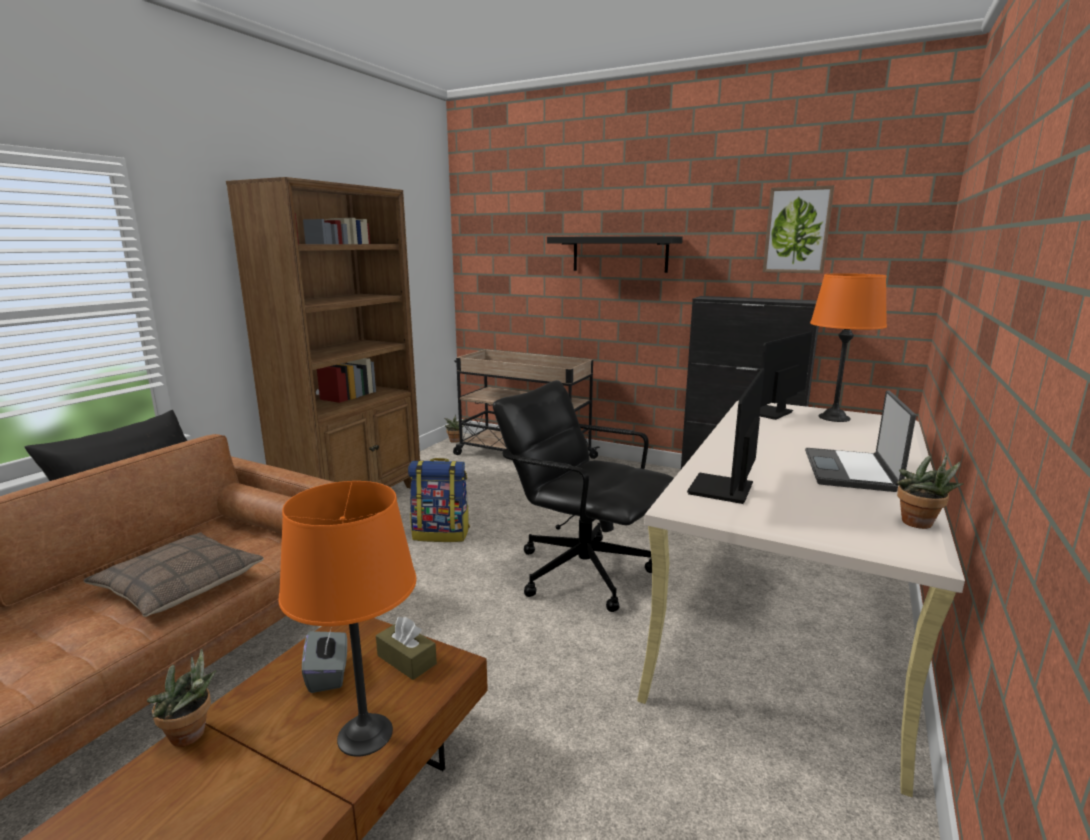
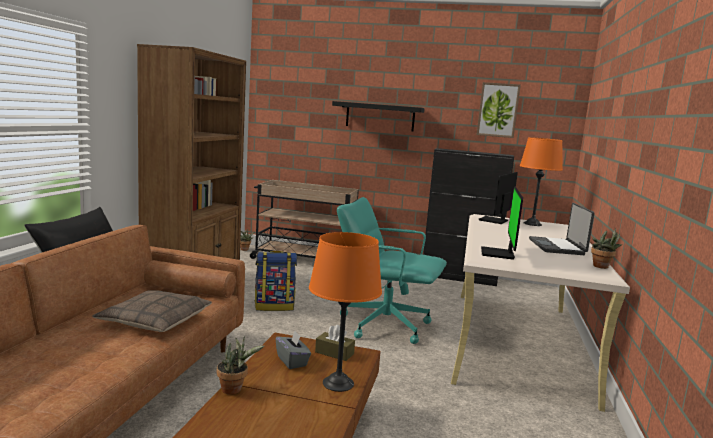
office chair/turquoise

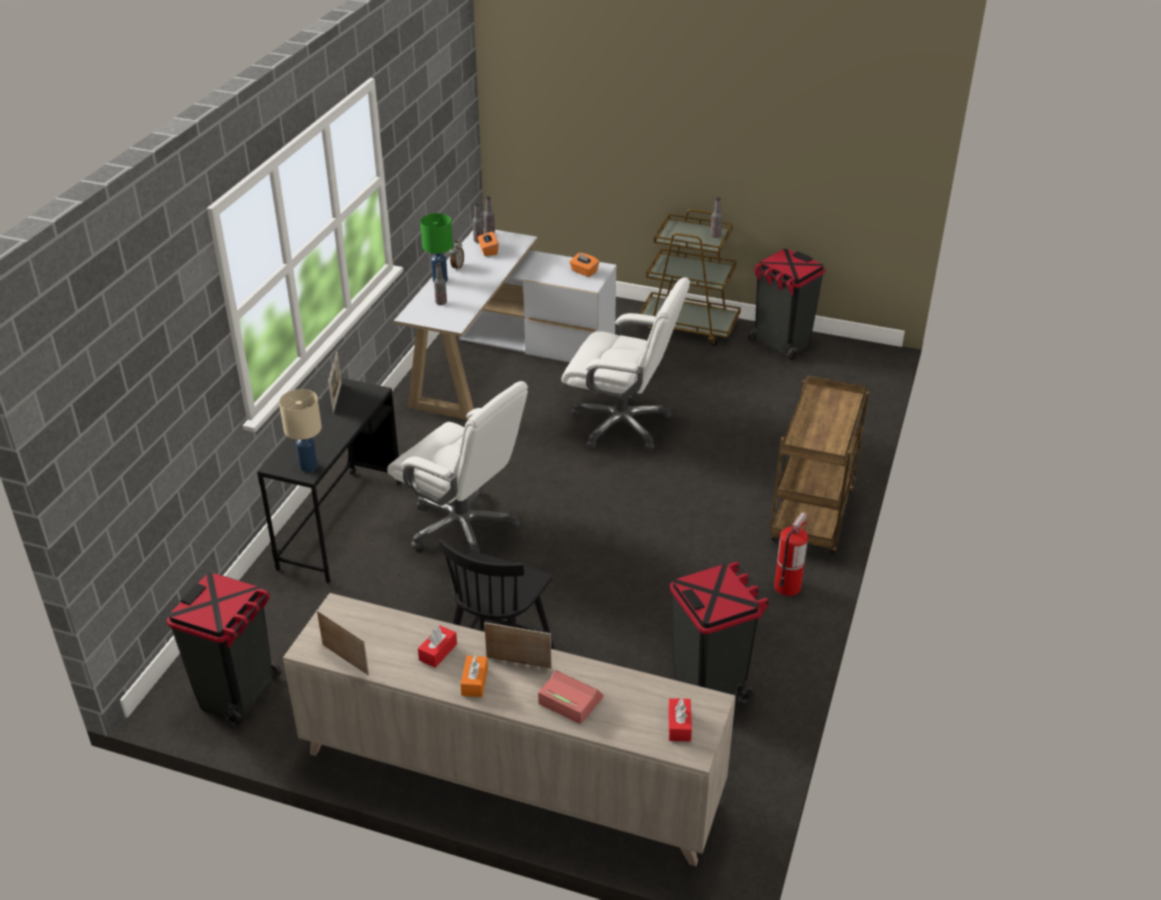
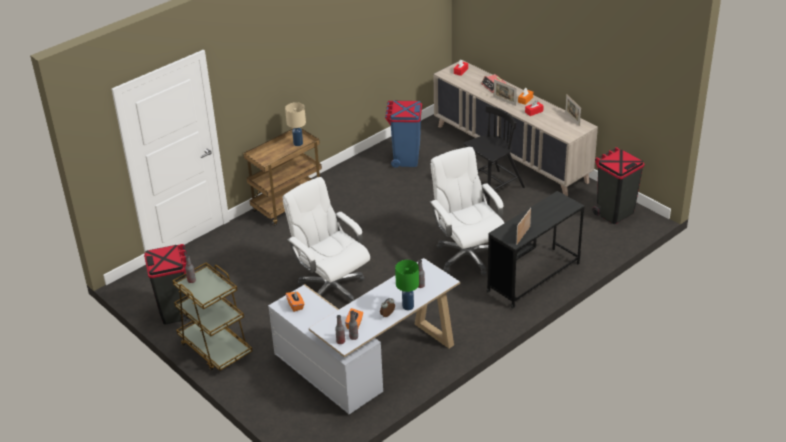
fire extinguisher
table lamp/beige
trash can/blue

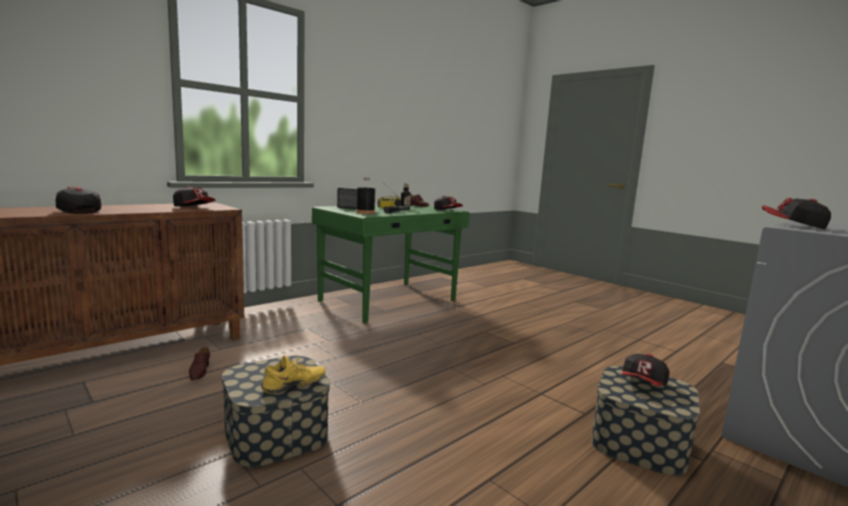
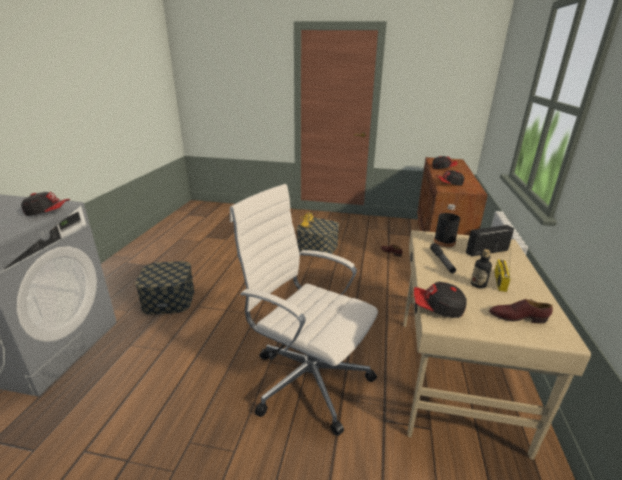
cap (no. 4 from left in the first image)
office chair/white
desk/beige

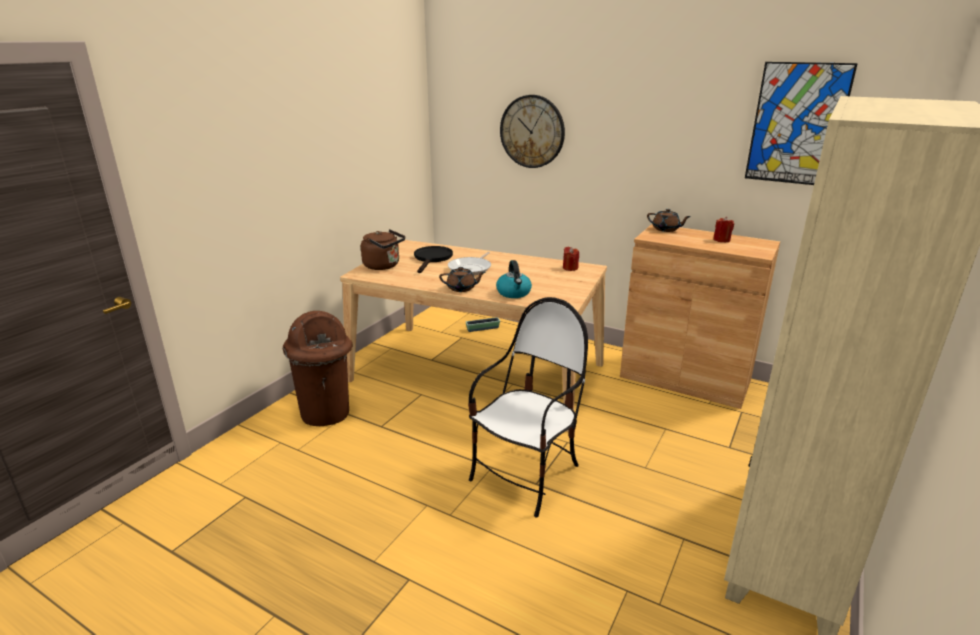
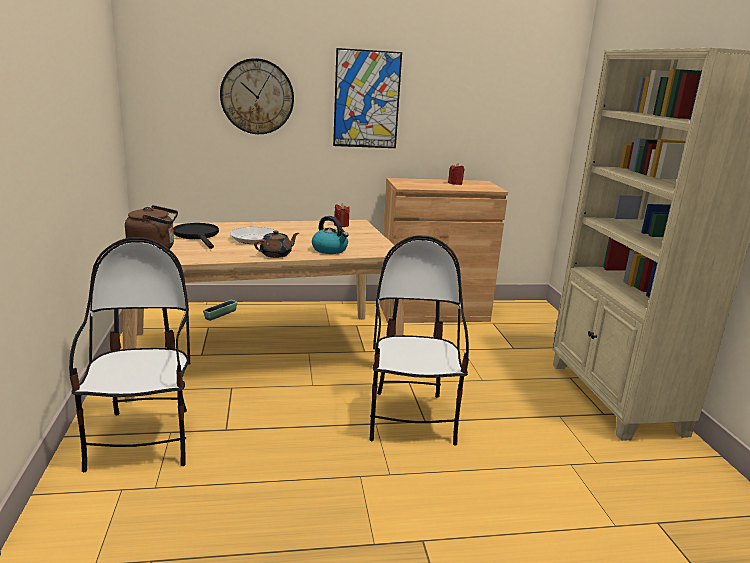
teapot/brown (no. 2 from left in the first image)
picture
chair (no. 1 from left)

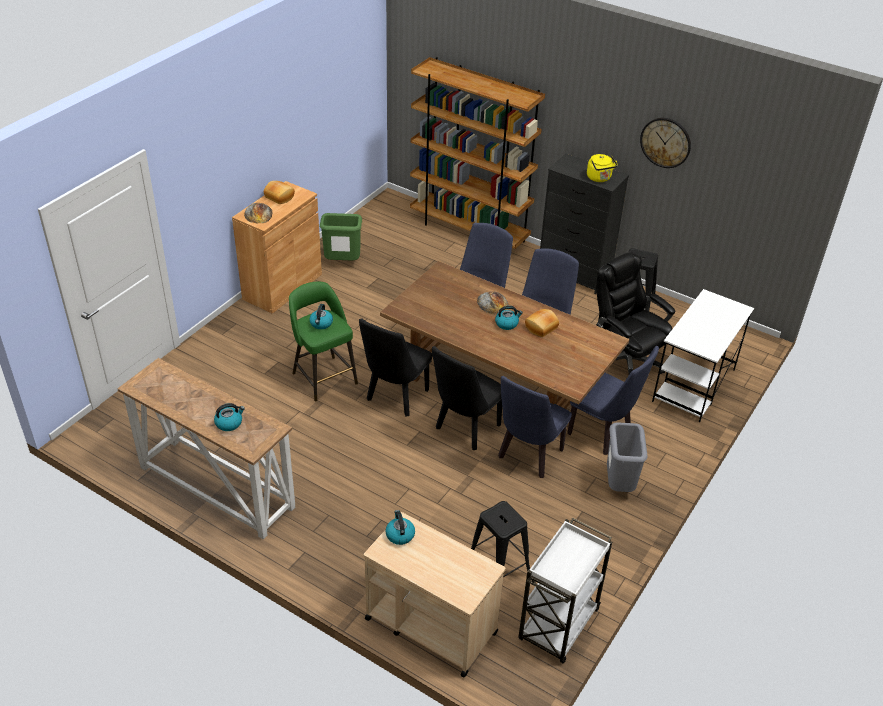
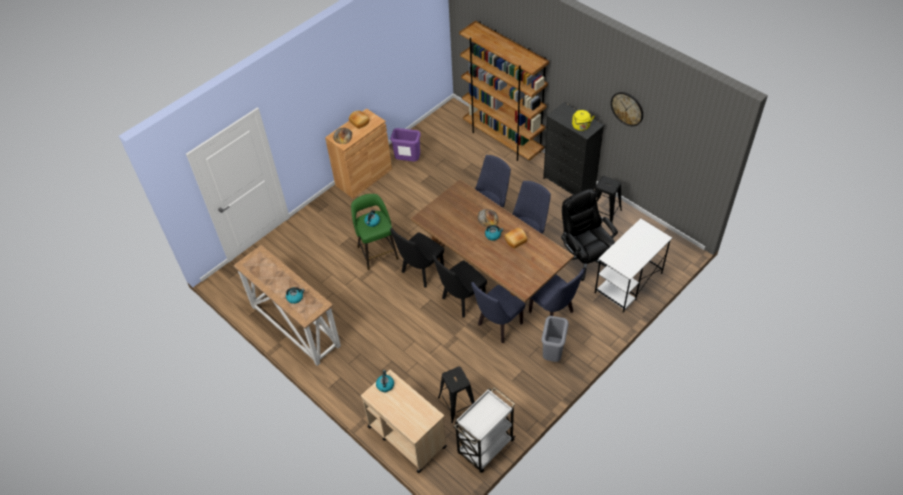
trash can/purple

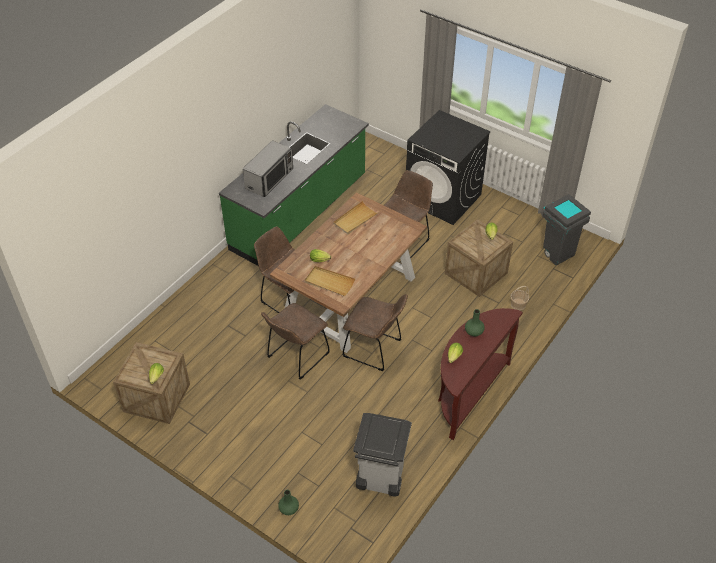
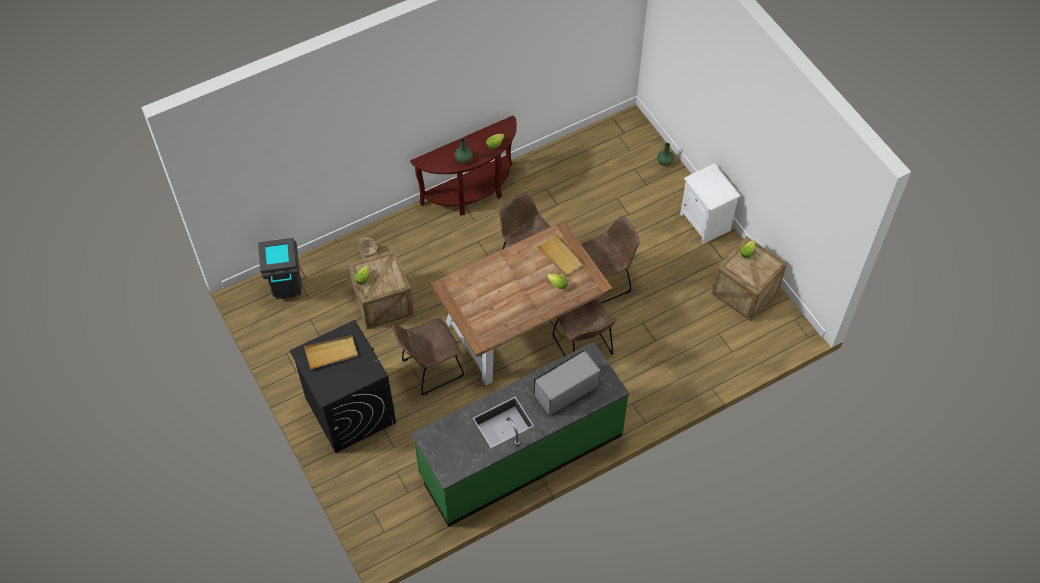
trash can/grey (no. 1 from left in the first image)
nightstand/white
tray/beige (no. 1 from left)

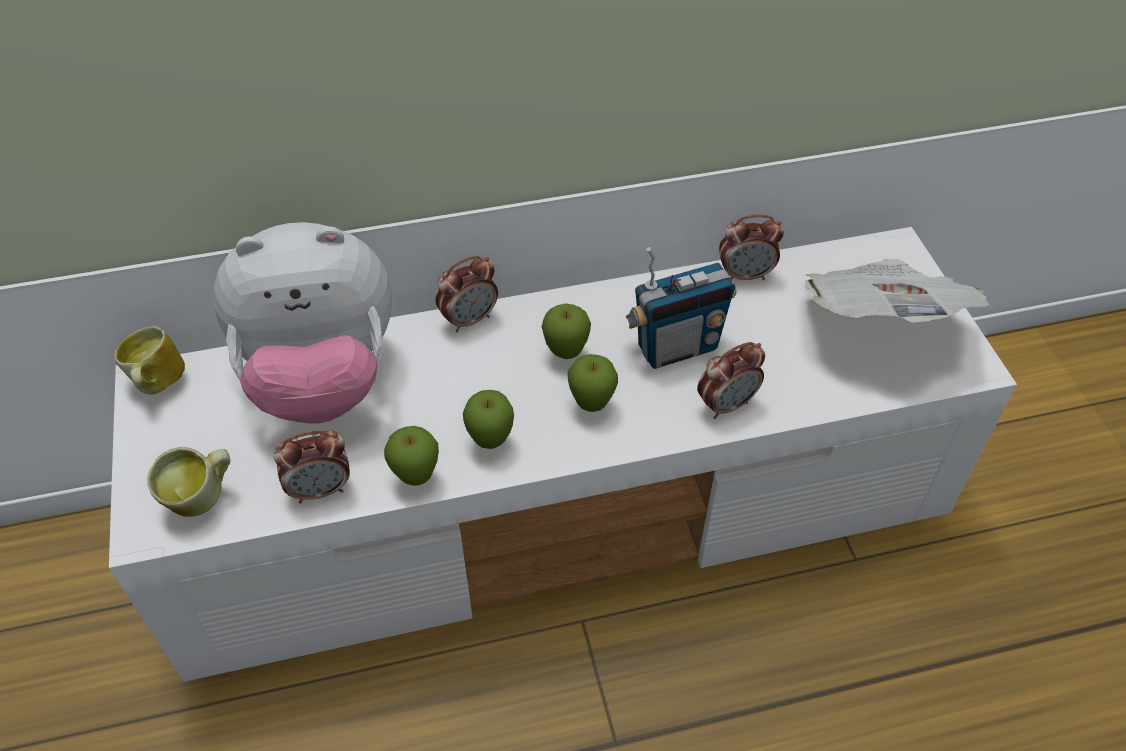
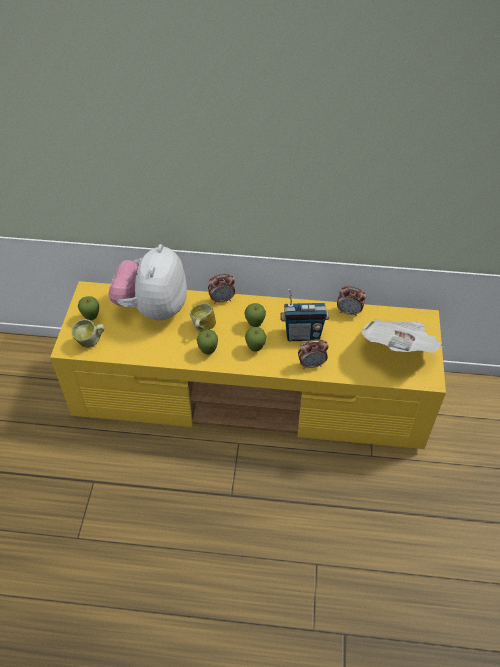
alarm clock (no. 1 from left in the first image)
mug (no. 2 from left)
apple (no. 1 from left)
tv stand/yellow
plush toy

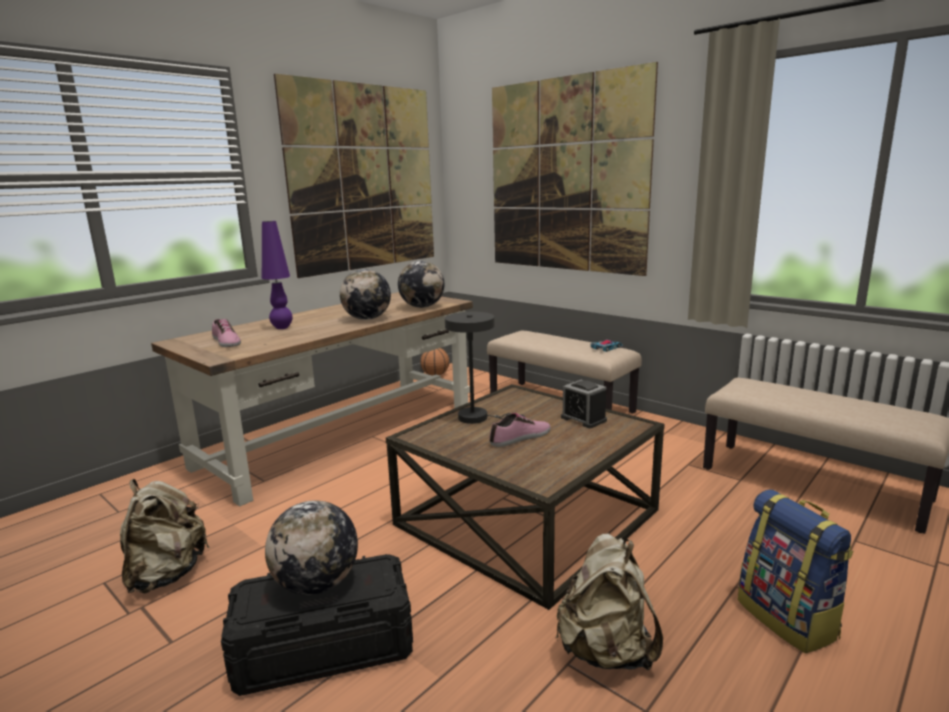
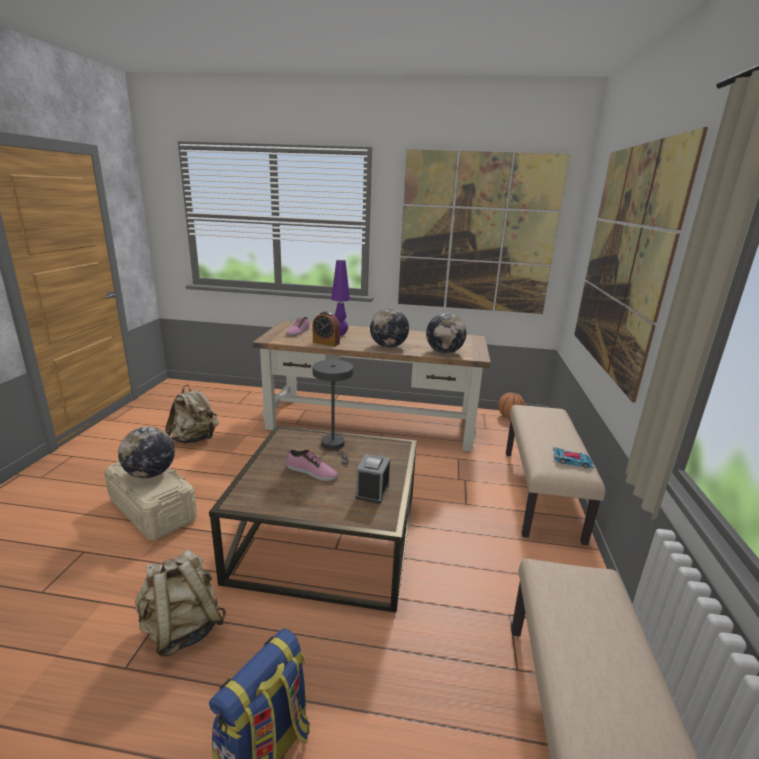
alarm clock (no. 1 from left)
storage box/beige

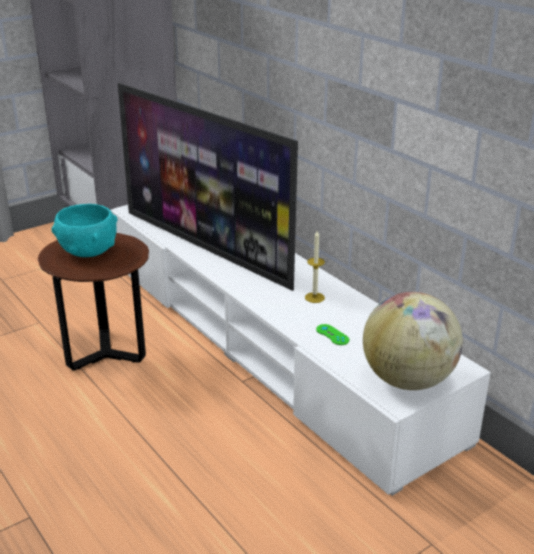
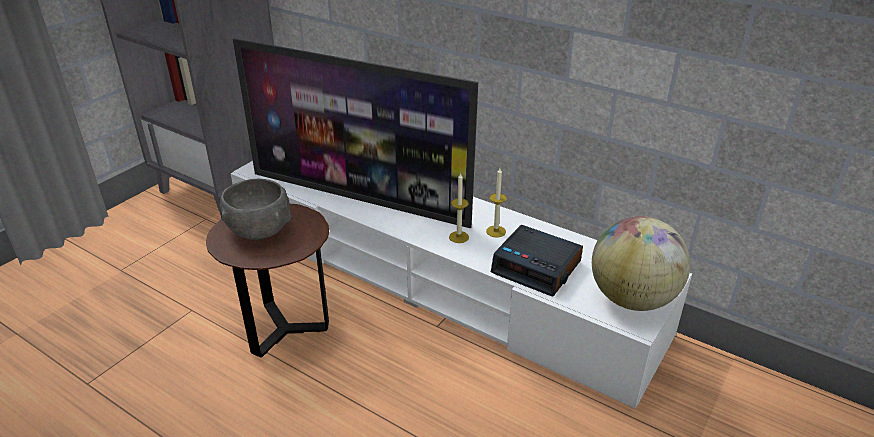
candle (no. 1 from left)
alarm clock
bowl/grey

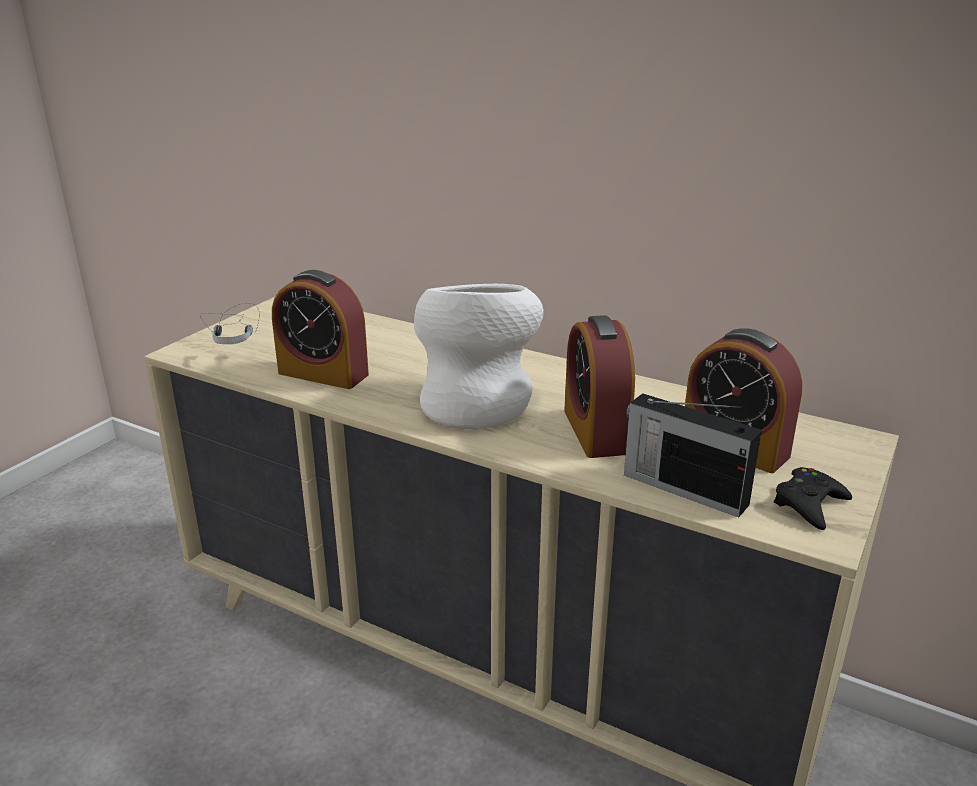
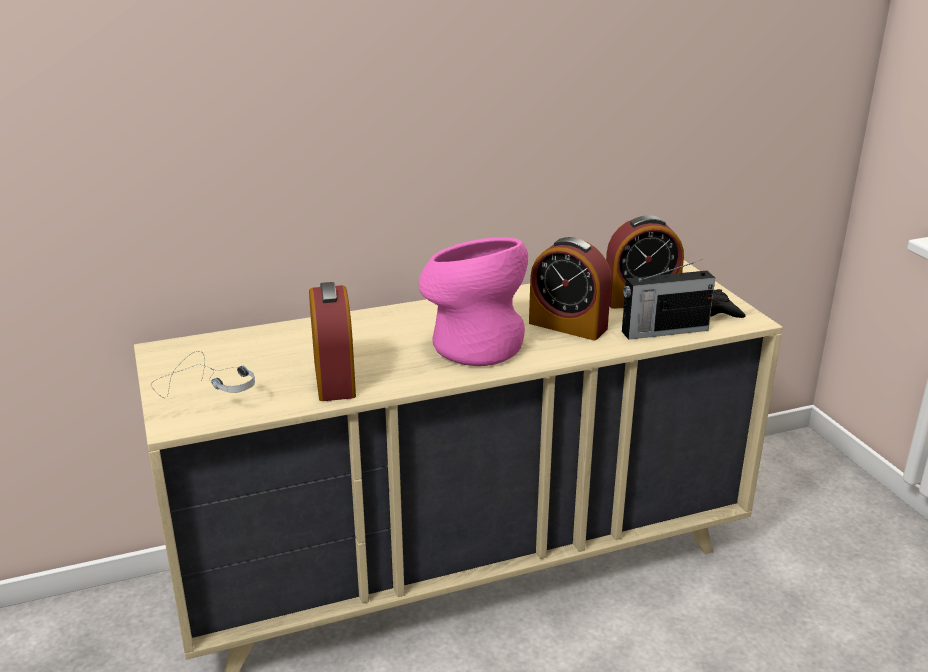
vase/pink
alarm clock (no. 1 from left)

